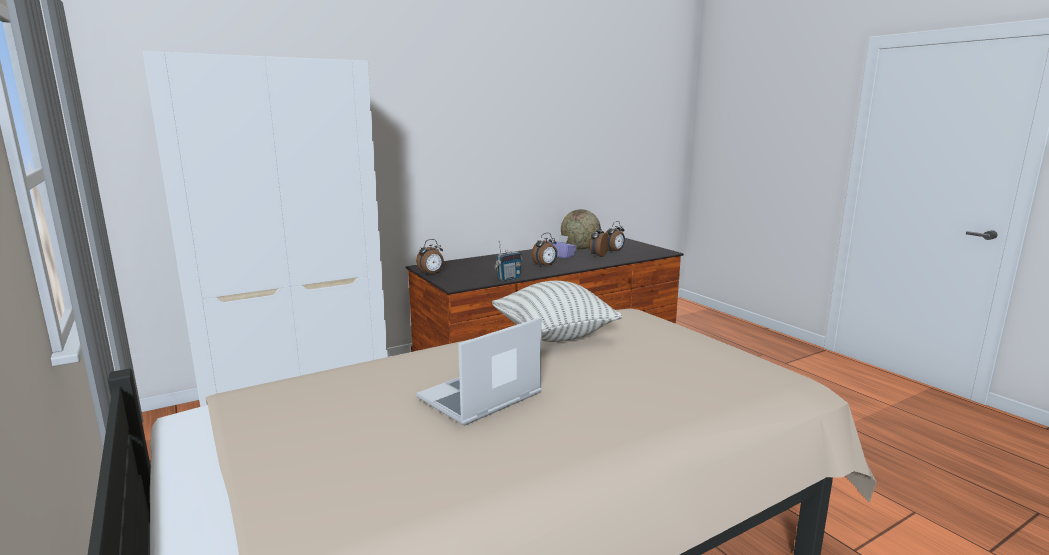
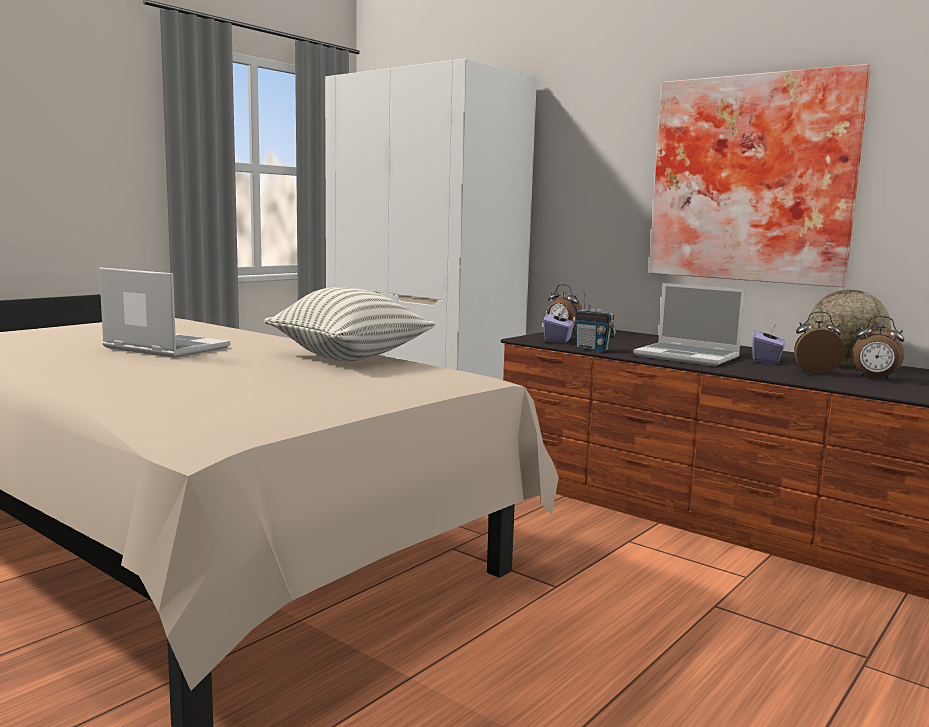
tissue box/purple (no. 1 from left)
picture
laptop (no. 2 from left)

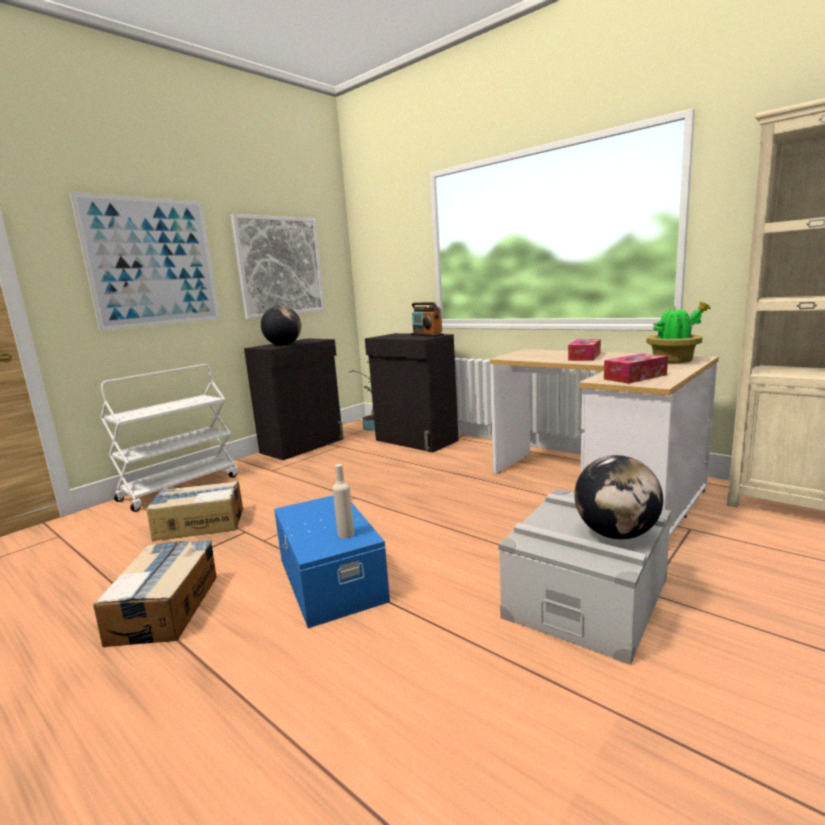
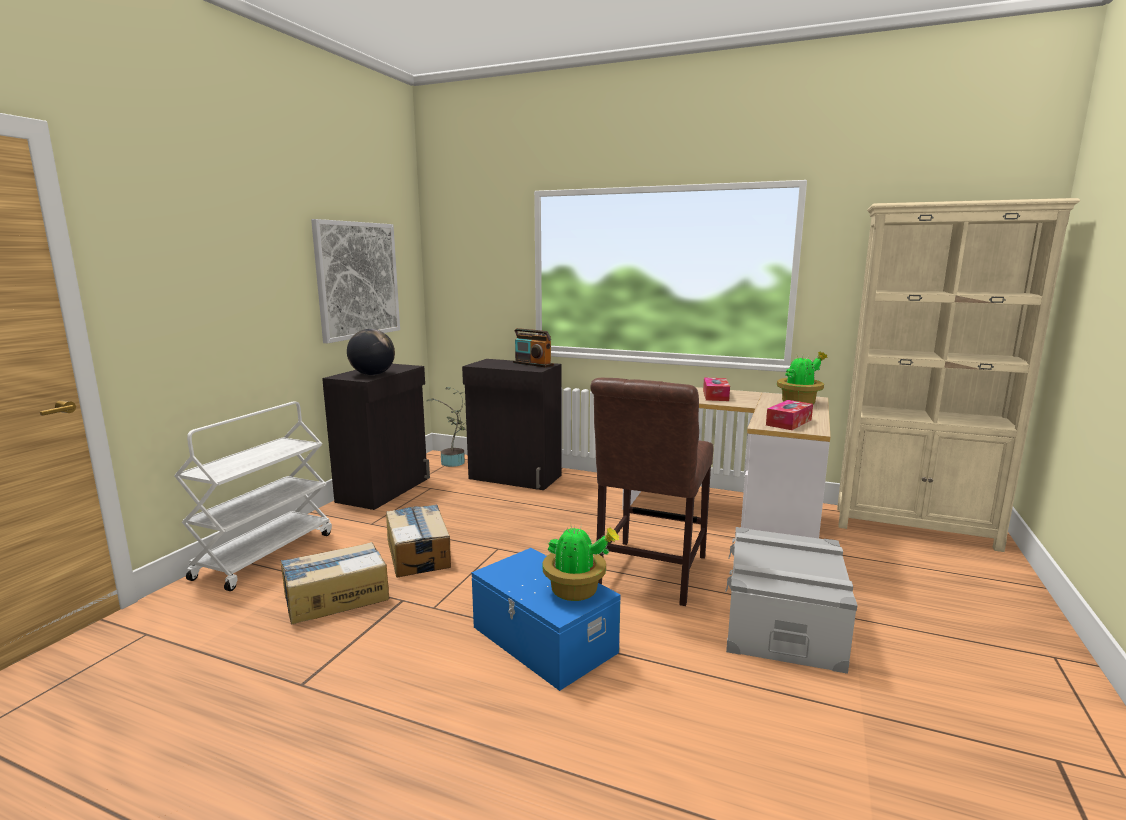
picture (no. 1 from left in the first image)
globe (no. 2 from left in the first image)
chair/brown
cardboard box (no. 2 from left)
potted plant (no. 2 from left)

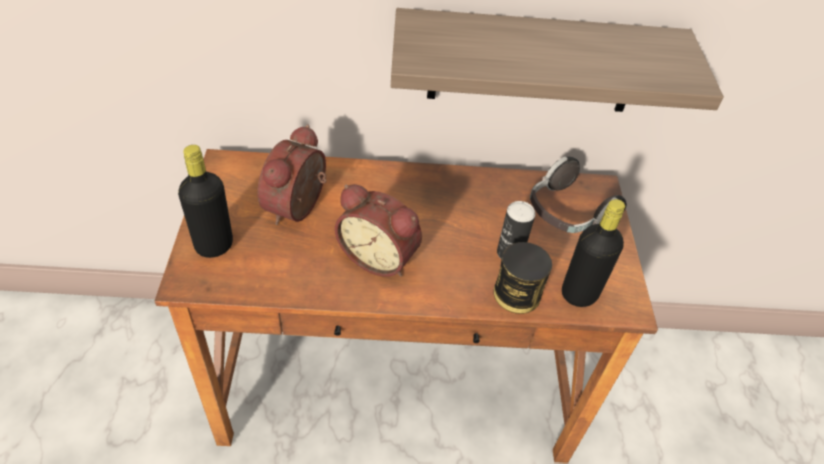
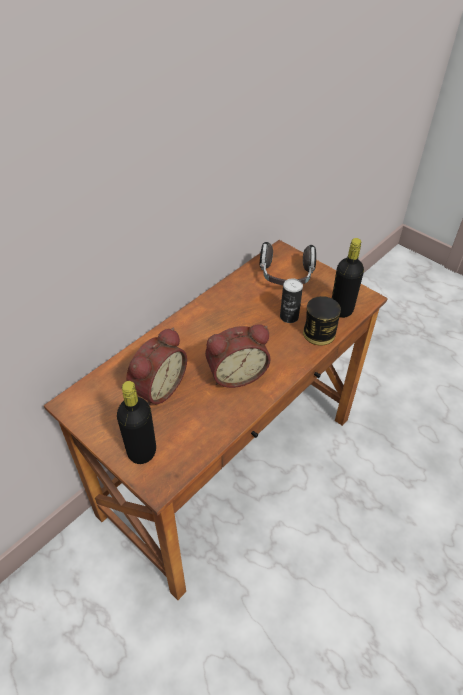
shelf
alarm clock (no. 1 from left)

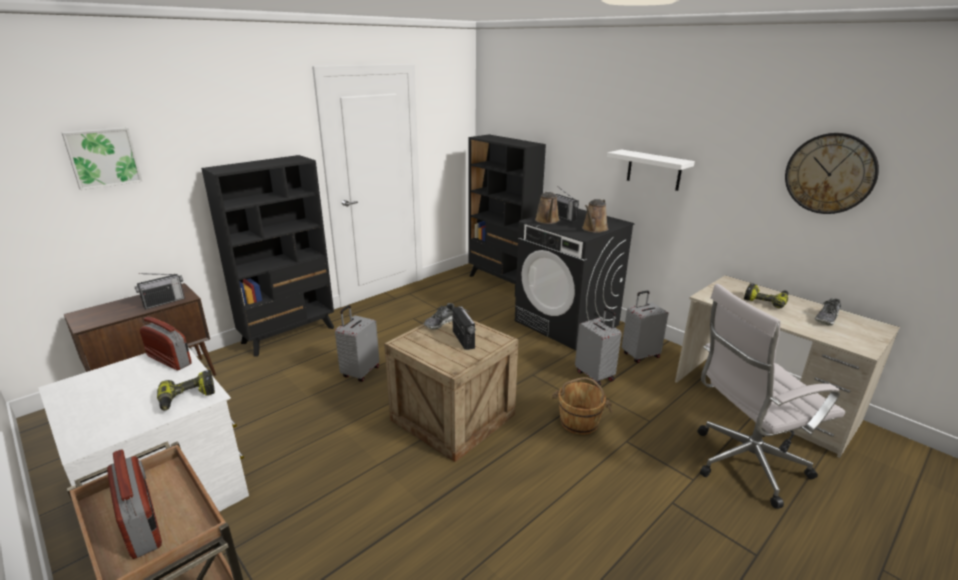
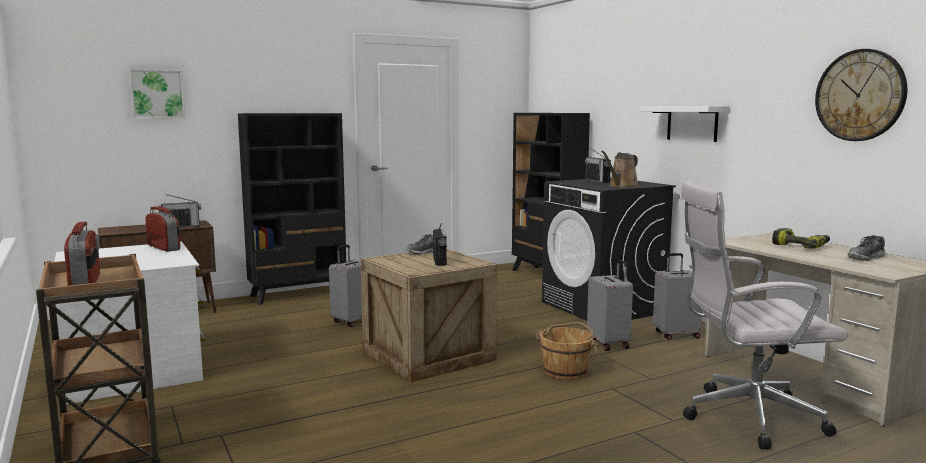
power drill (no. 1 from left in the first image)
watering can/brown (no. 1 from left in the first image)

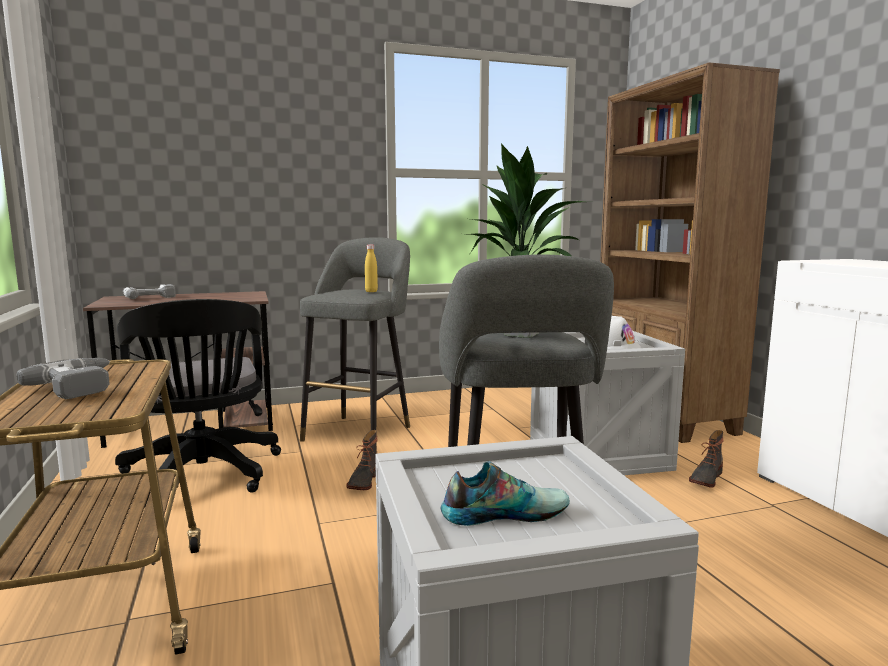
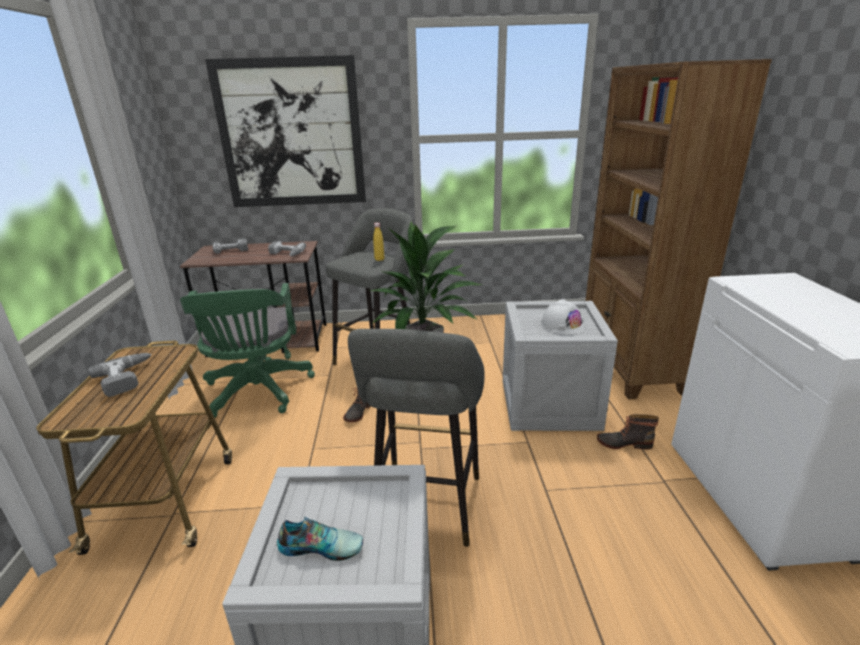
picture
power drill (no. 3 from left)
office chair/green
boot (no. 2 from left)

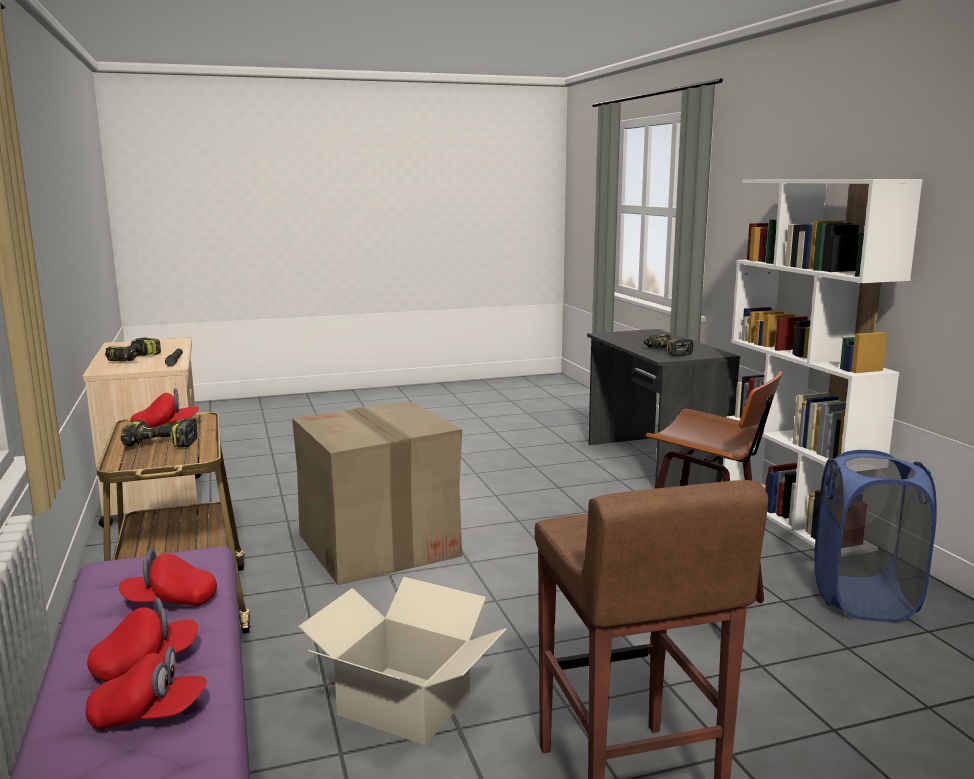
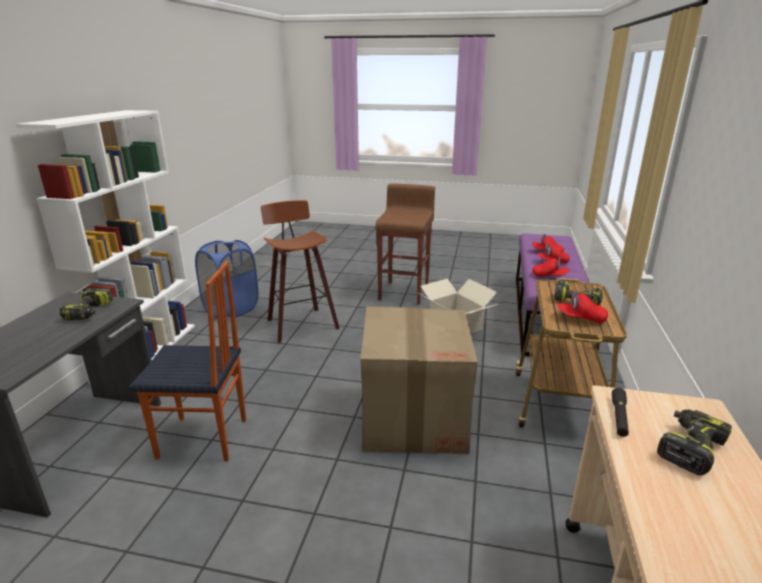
chair

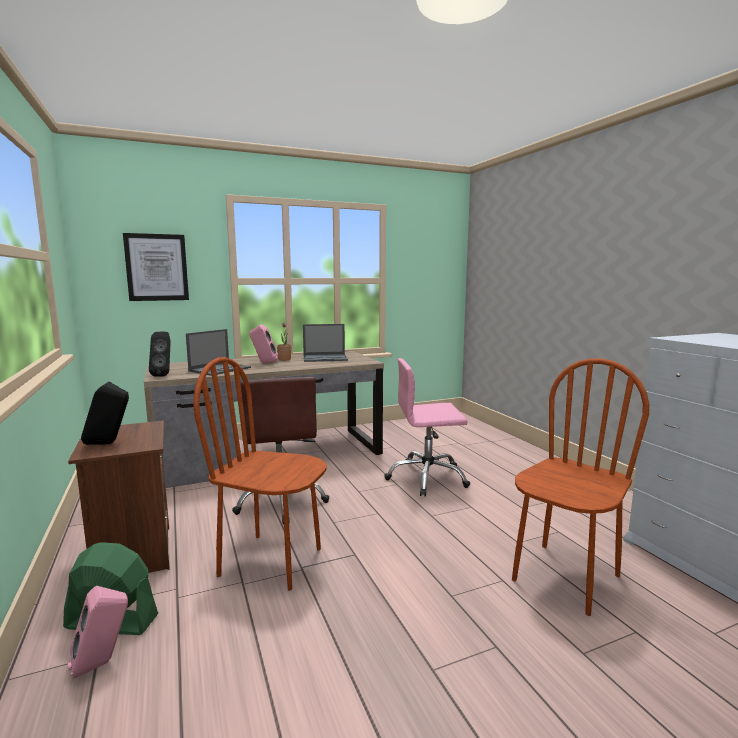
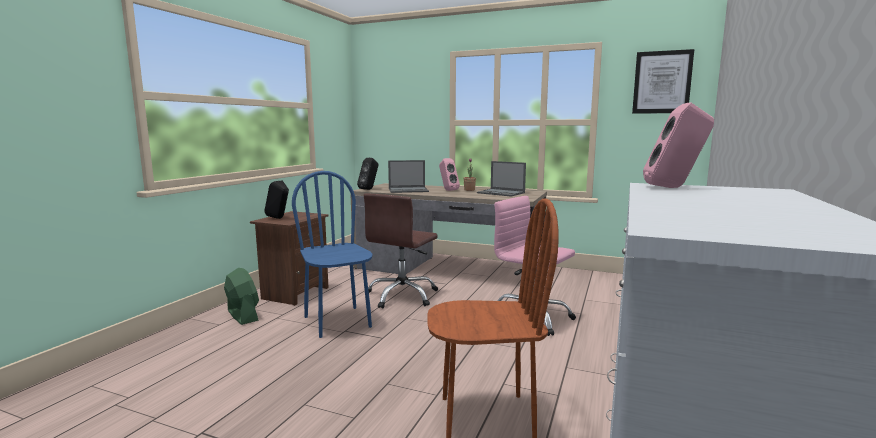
speaker/pink (no. 2 from left)
picture
chair/blue

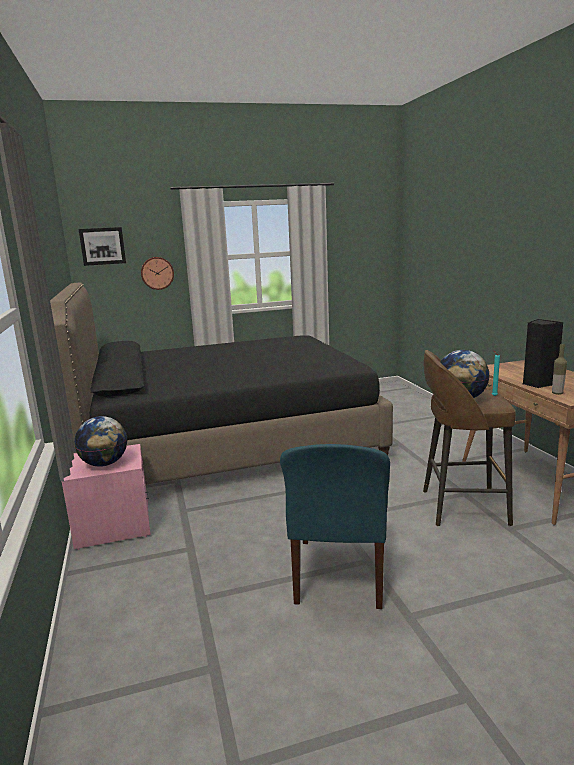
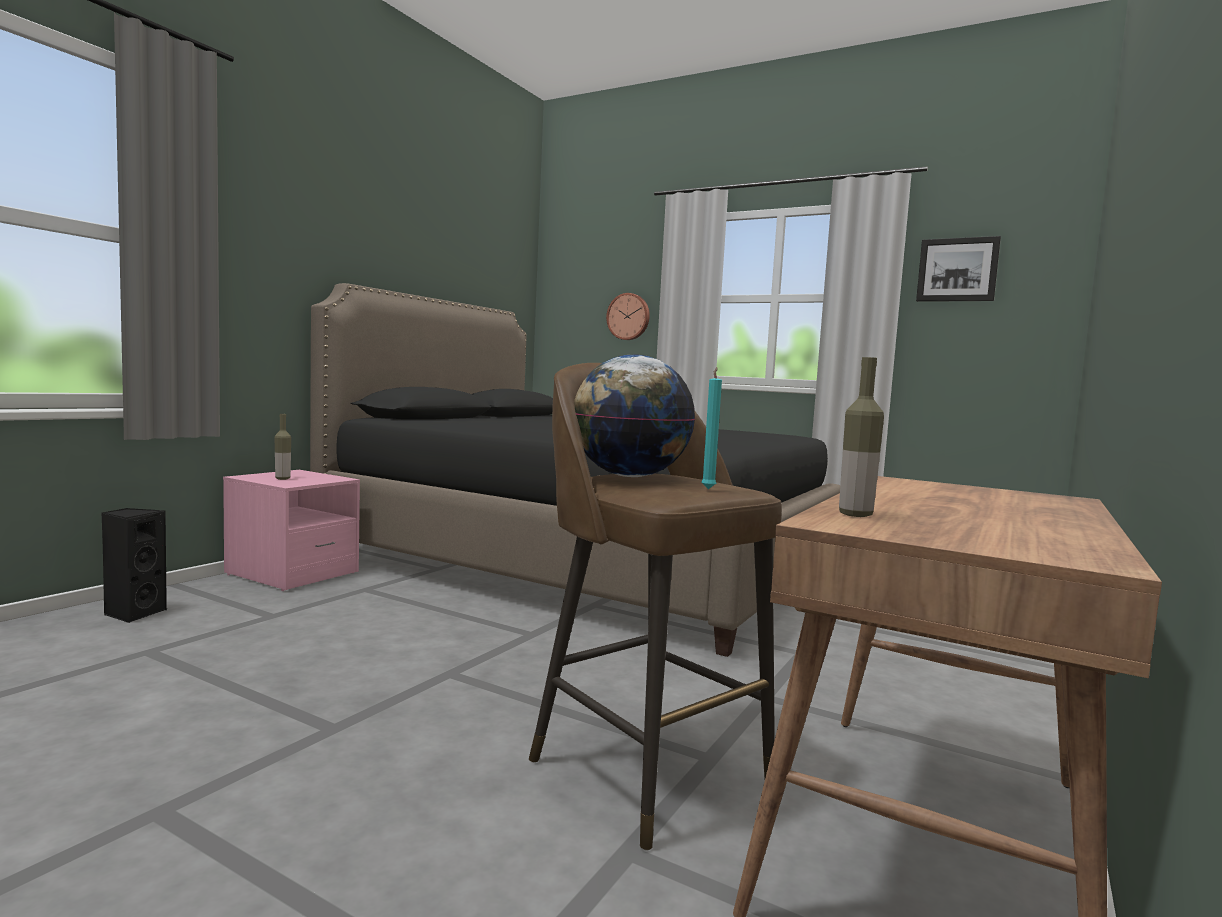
chair/blue
picture
speaker/black
bottle (no. 1 from left)

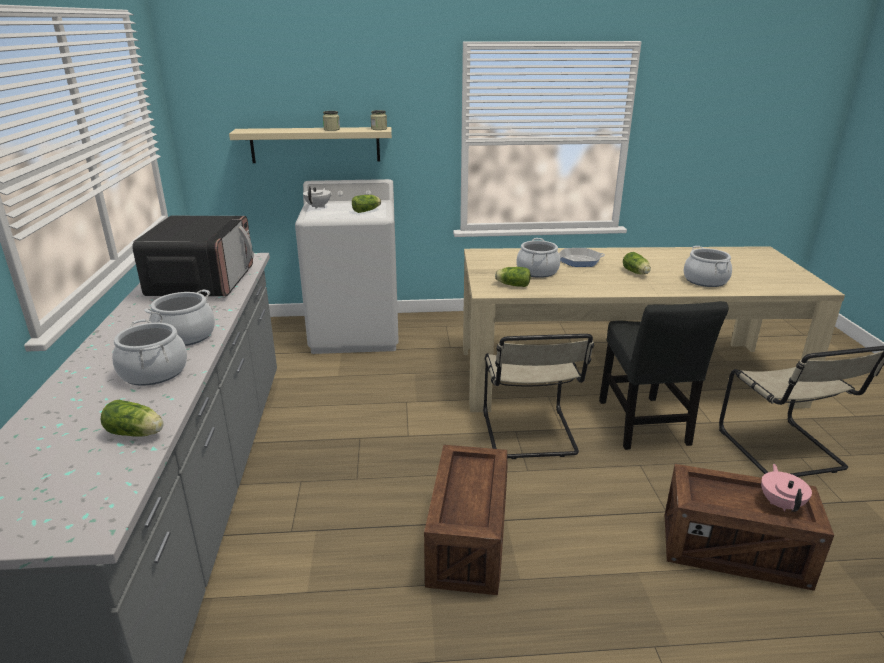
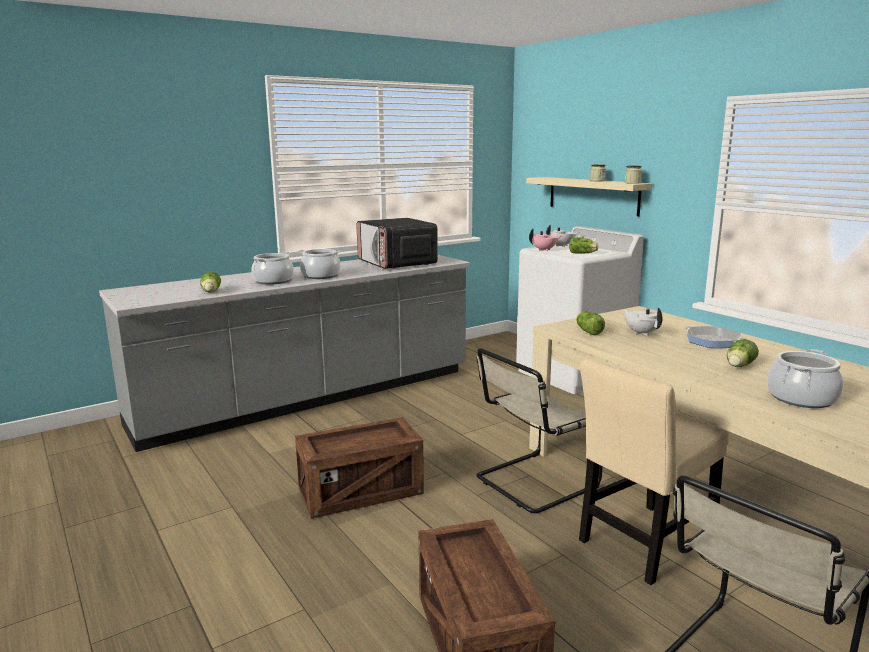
teapot/pink
teapot/white (no. 2 from left)
chair/beige (no. 2 from left)
microwave

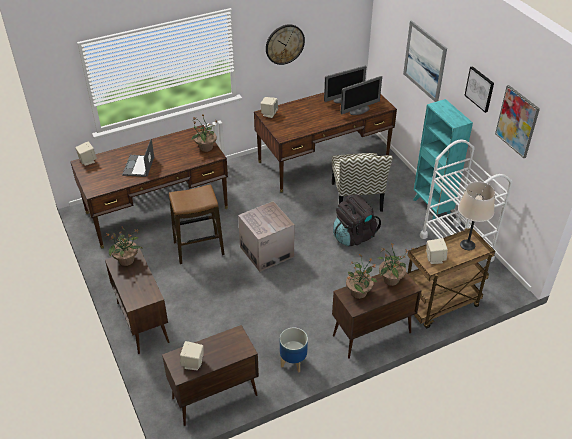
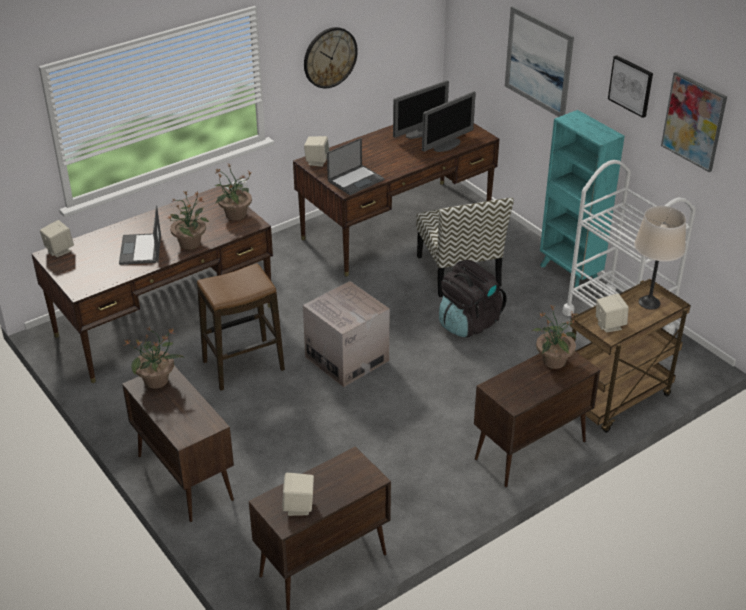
planter
laptop (no. 2 from left)
potted plant (no. 2 from left)

